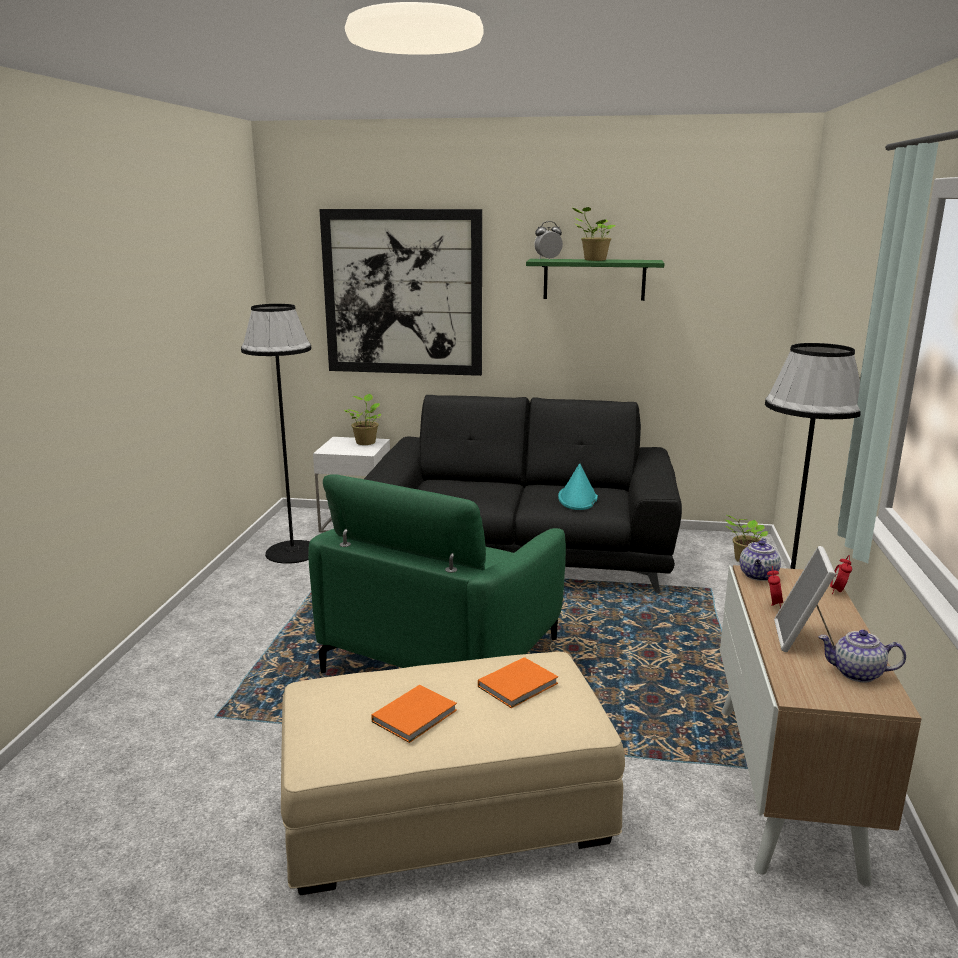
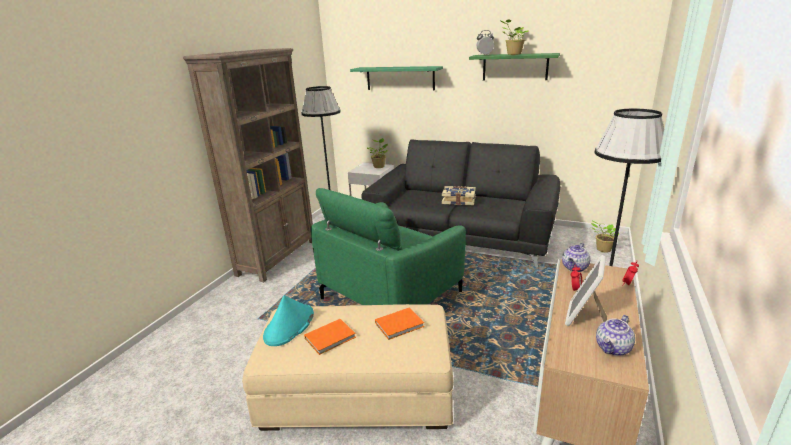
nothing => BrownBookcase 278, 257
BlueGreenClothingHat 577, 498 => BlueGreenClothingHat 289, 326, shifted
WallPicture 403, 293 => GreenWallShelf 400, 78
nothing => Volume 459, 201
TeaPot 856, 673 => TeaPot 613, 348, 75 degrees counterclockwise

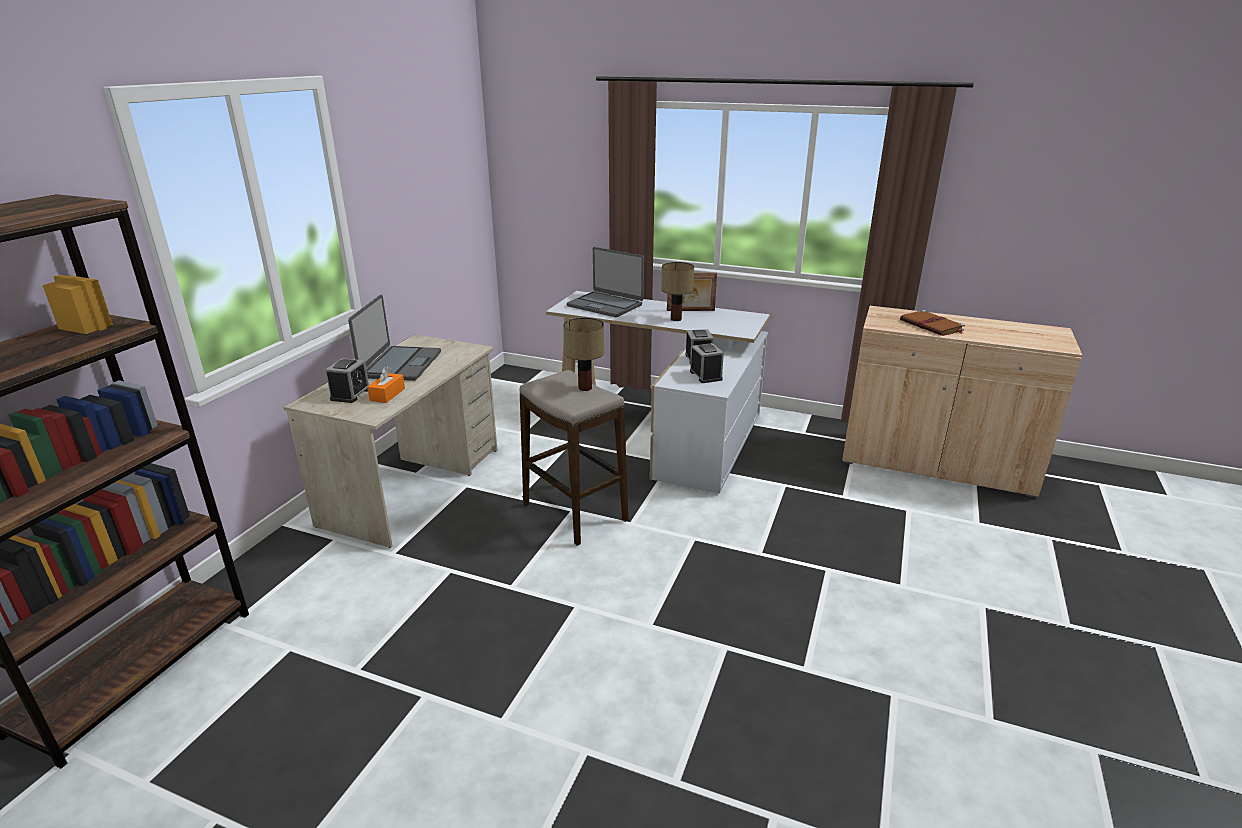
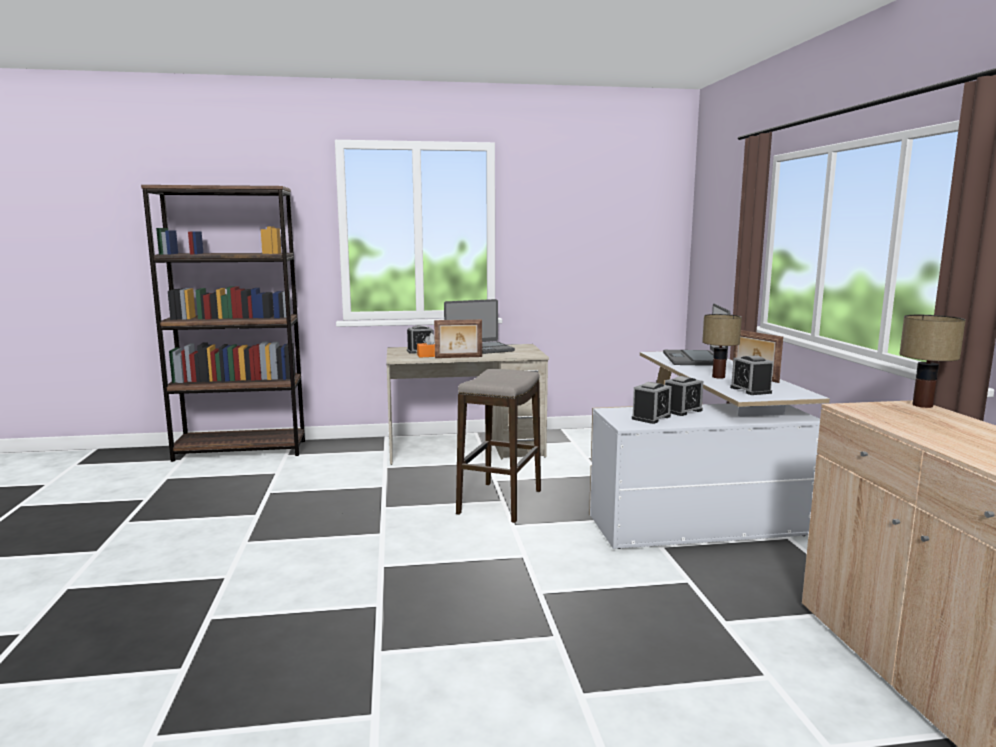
nothing => PhotoFrame 458, 357
nothing => BedsideClock 750, 390
TableLamp 585, 388 => TableLamp 922, 405, shifted
BrownVolume 932, 326 => nothing

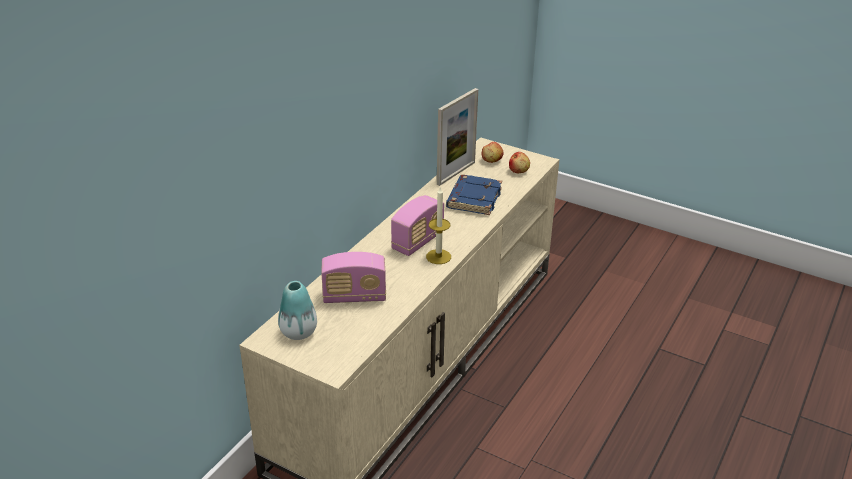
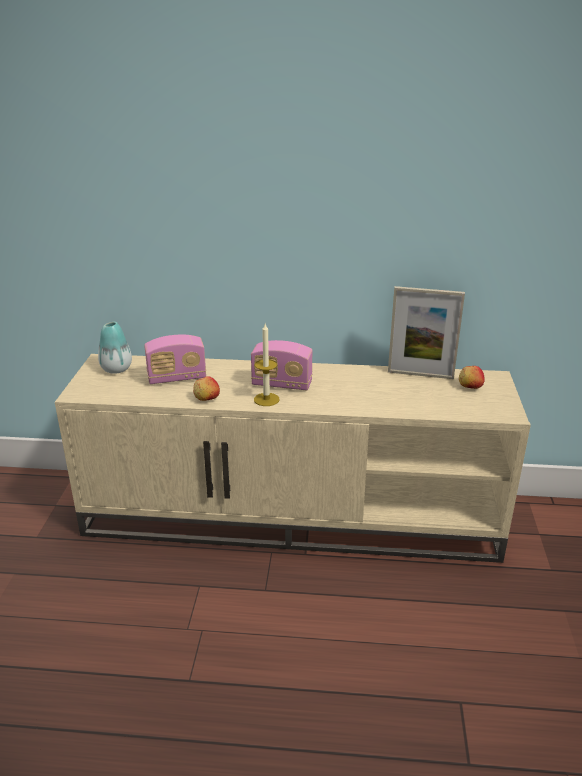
Radio 354, 297 => Radio 177, 378, 75 degrees counterclockwise
AppleFruit 519, 171 => AppleFruit 206, 398, shifted
BlueColouredVolume 473, 198 => nothing

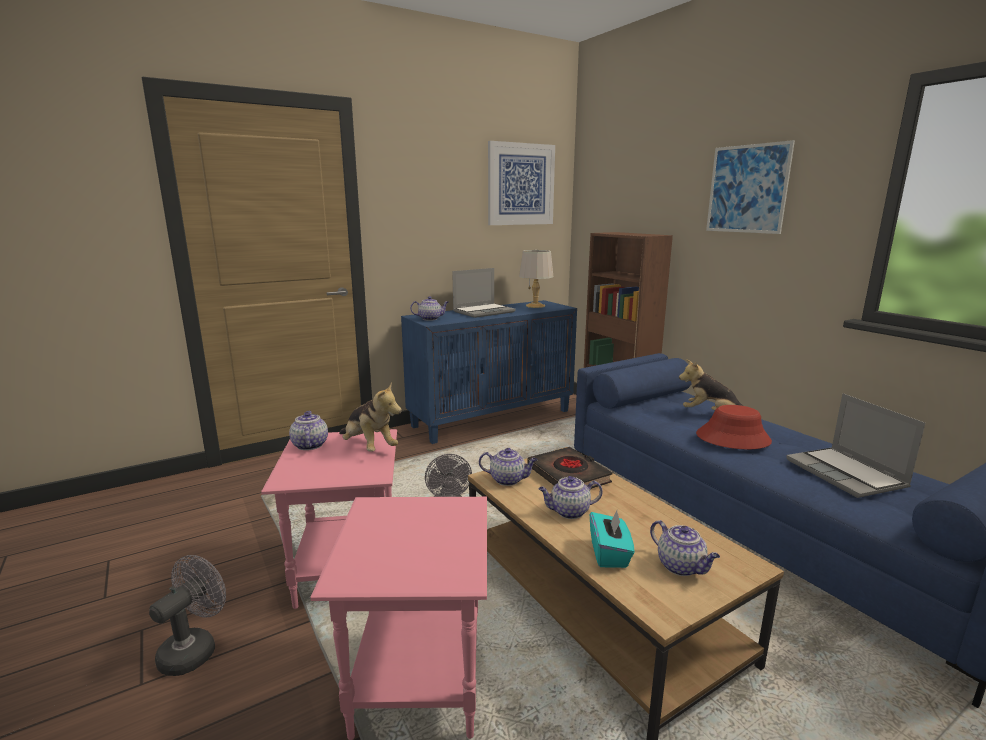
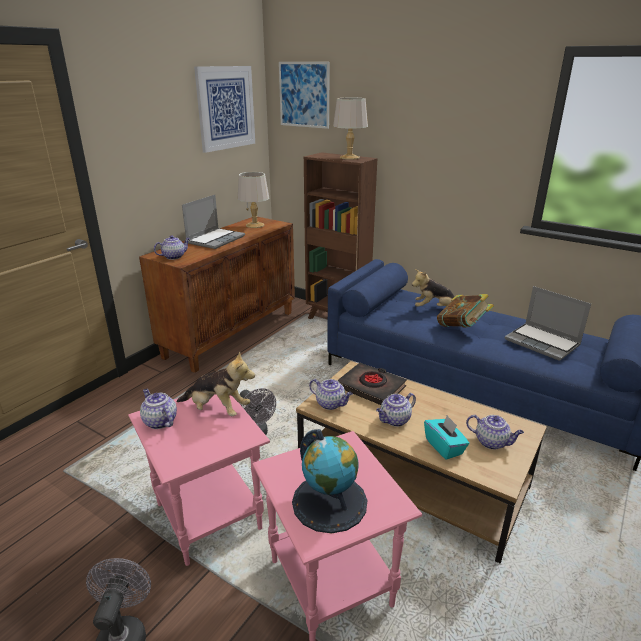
BlueColouredCabinet 492, 418 => BrownCabinet 231, 333
WallPicture 747, 189 => WallPicture 304, 95, shifted
nothing => WorldGlobe 330, 502
TeaPot 508, 480 => TeaPot 331, 404, 45 degrees clockwise
nothing => GreyTableLamp 349, 158
RedColouredClothingHat 733, 438 => Volume 462, 328

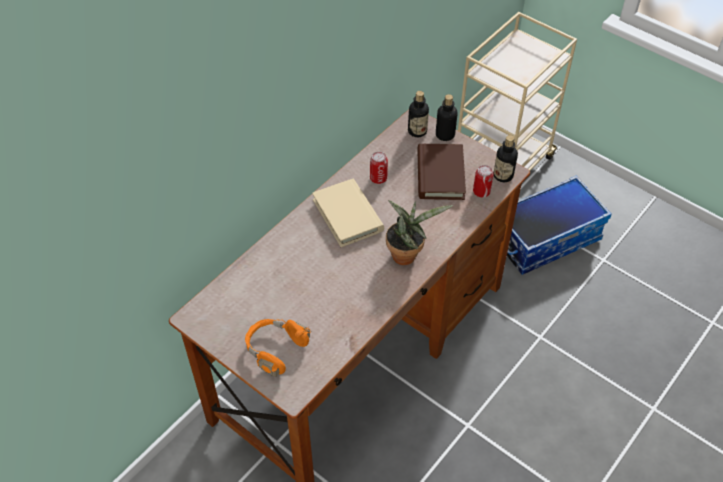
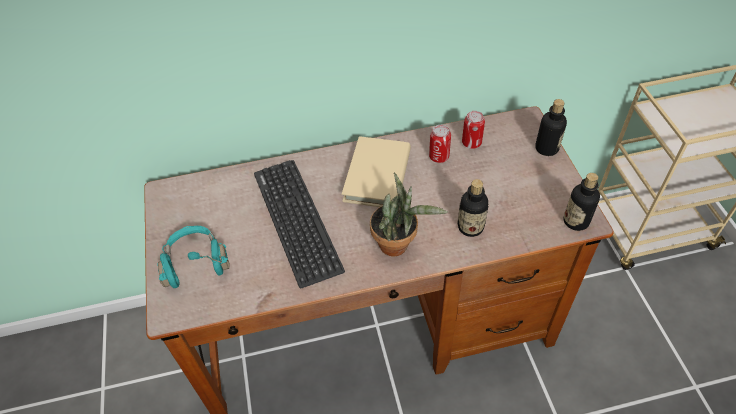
OrangeColouredHeadset 276, 350 => BlueGreenHeadset 195, 263
nothing => Keyboard 296, 220
DrinkBottle 417, 131 => DrinkBottle 470, 227, shifted
MetalCan 481, 192 => MetalCan 471, 143, shifted
BrownVolume 440, 174 => nothing
StorageContainer 545, 238 => nothing

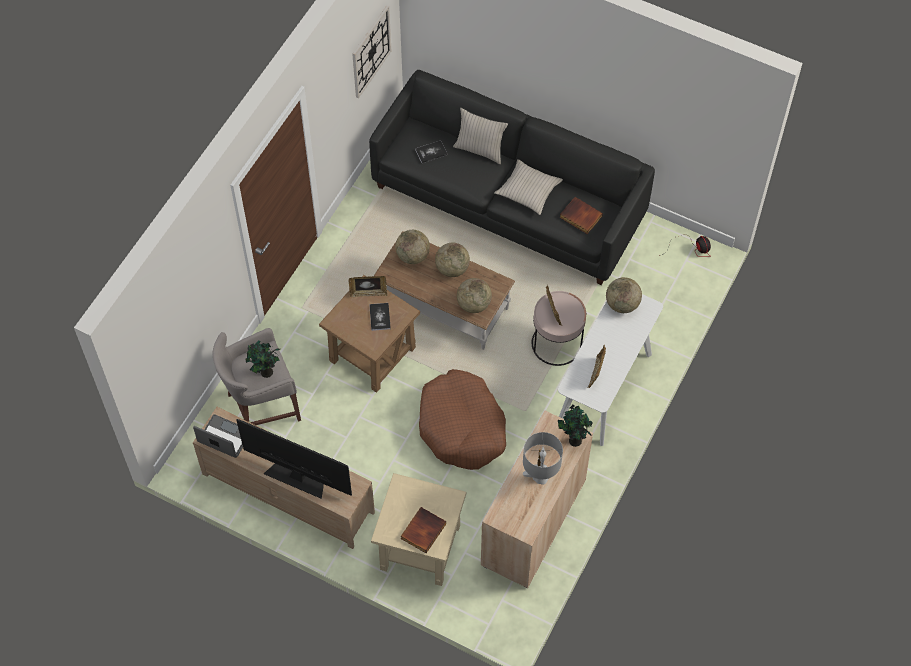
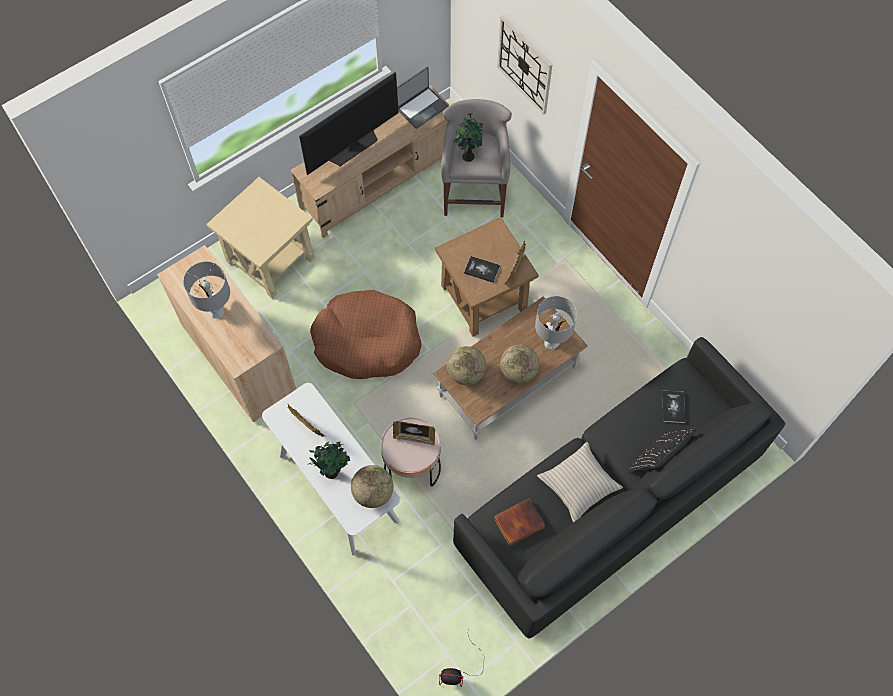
PottedPlant 574, 440 => PottedPlant 332, 471, shifted
HangingClock 371, 51 => HangingClock 524, 65, shifted
WorldGlobe 413, 256 => GreyTableLamp 551, 341
BeigeColouredThrowPillow 480, 149 => BlackishThrowPillow 657, 459
Volume 422, 530 => nothing

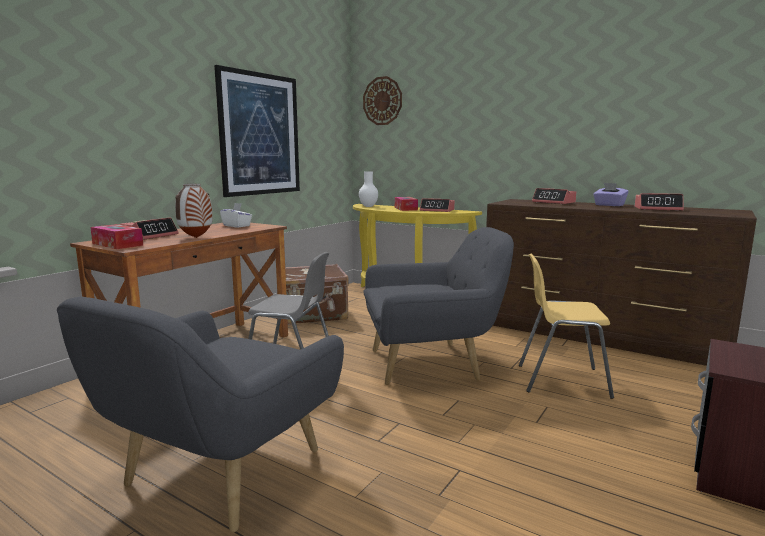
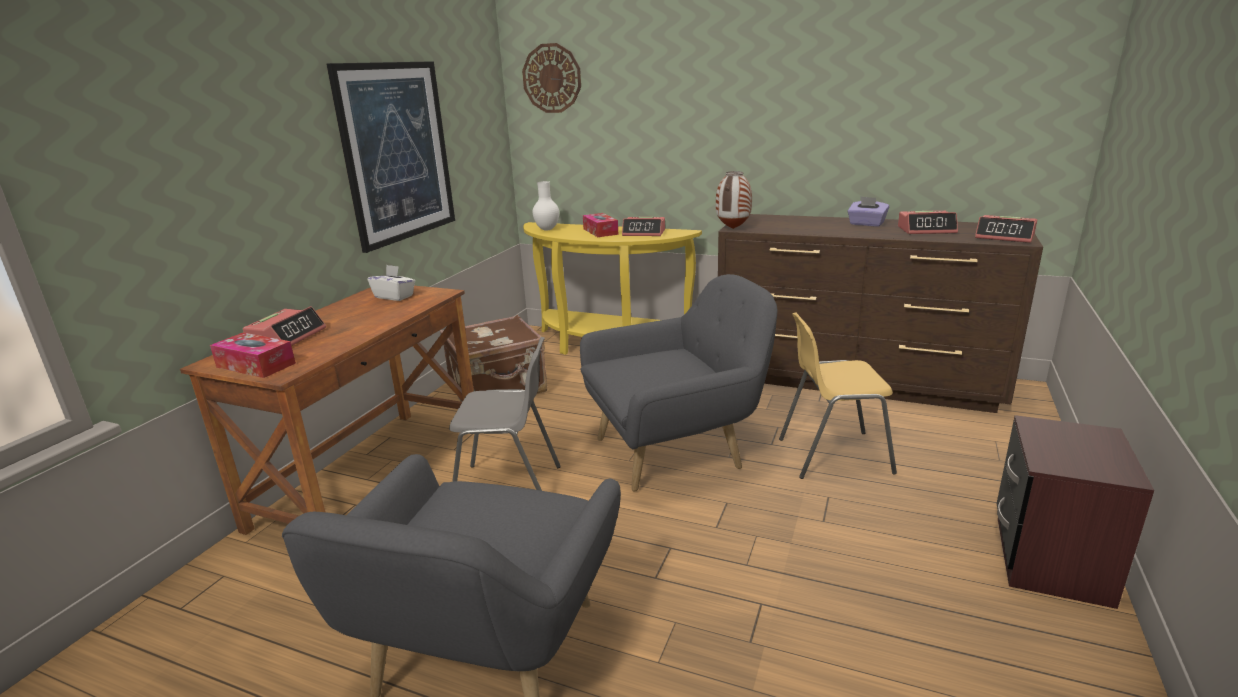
Vase 196, 238 => Vase 733, 228, shifted
BedsideClock 554, 202 => BedsideClock 1005, 237, shifted

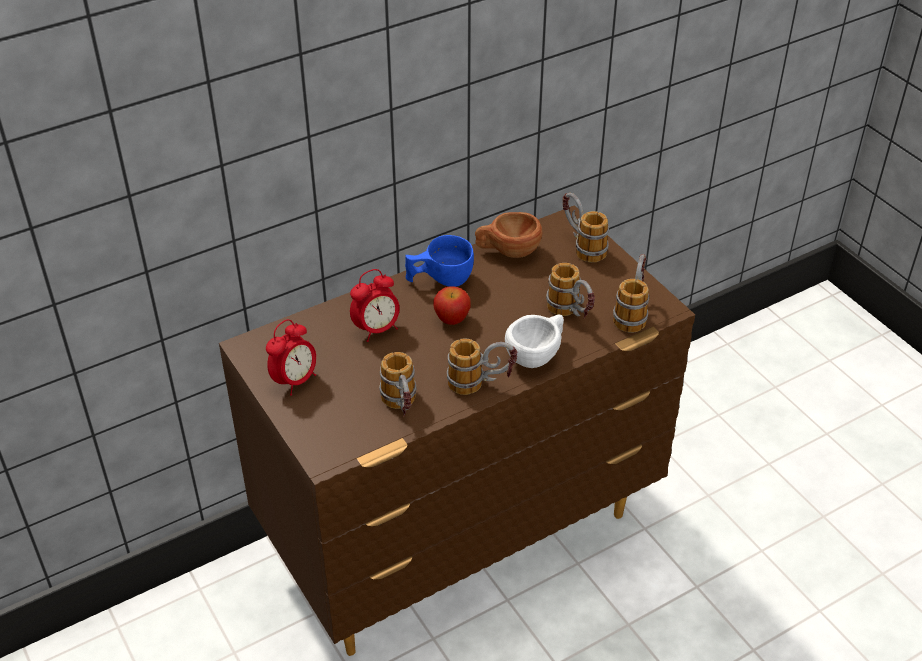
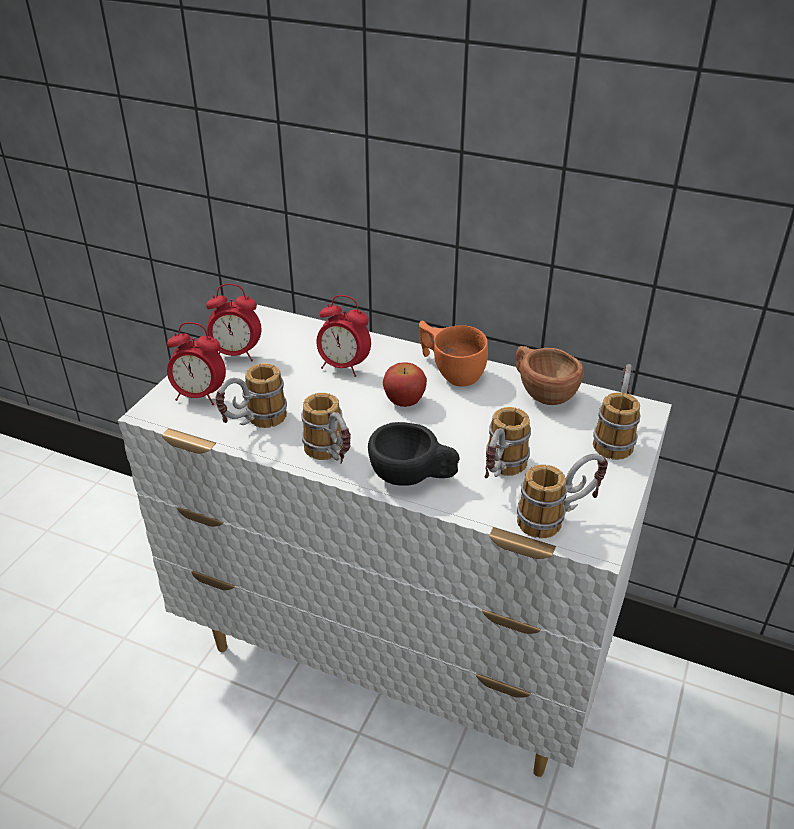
BrownDrawerChest 463, 538 => WhitishDrawerChest 400, 658
nothing => BedsideClock 199, 396
WhitishDrinkingCup 537, 354 => BlackishDrinkingCup 413, 477
BlueColouredDrinkingCup 439, 279 => OrangeColouredDrinkingCup 450, 371

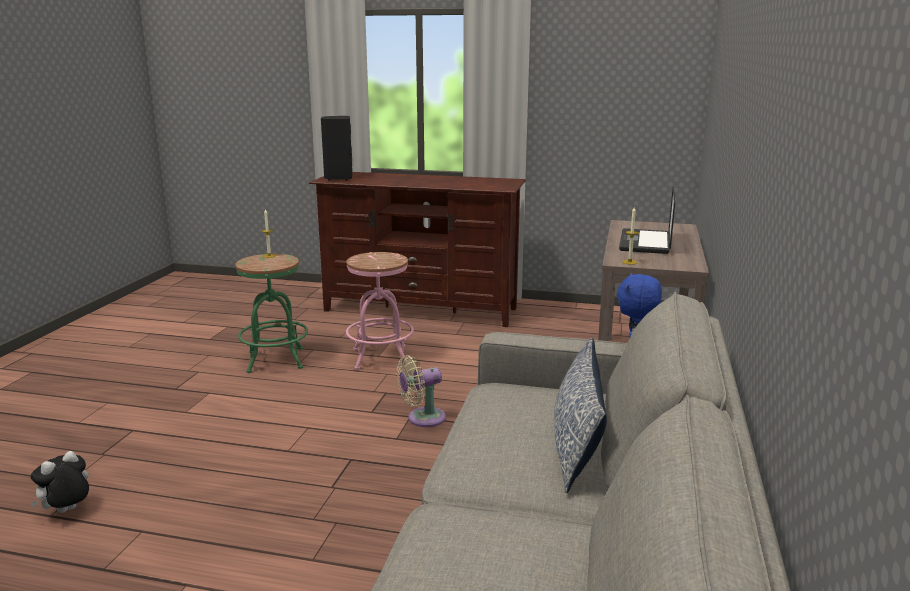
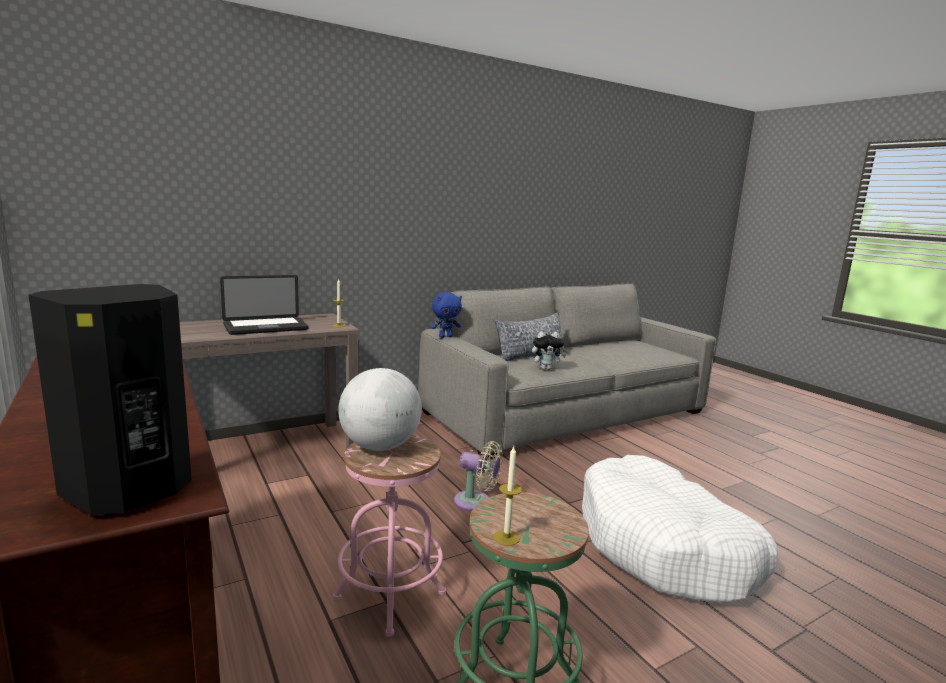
nothing => WorldGlobe 379, 446
SoftToy 67, 512 => SoftToy 546, 368, shifted
nothing => WhitishDogCushion 665, 547

